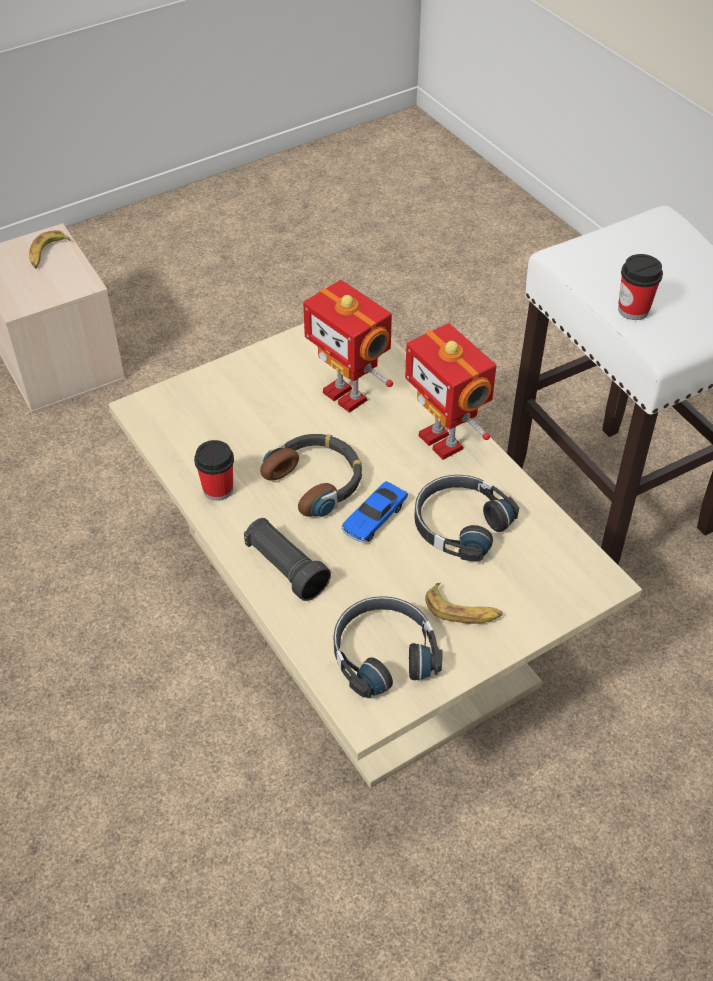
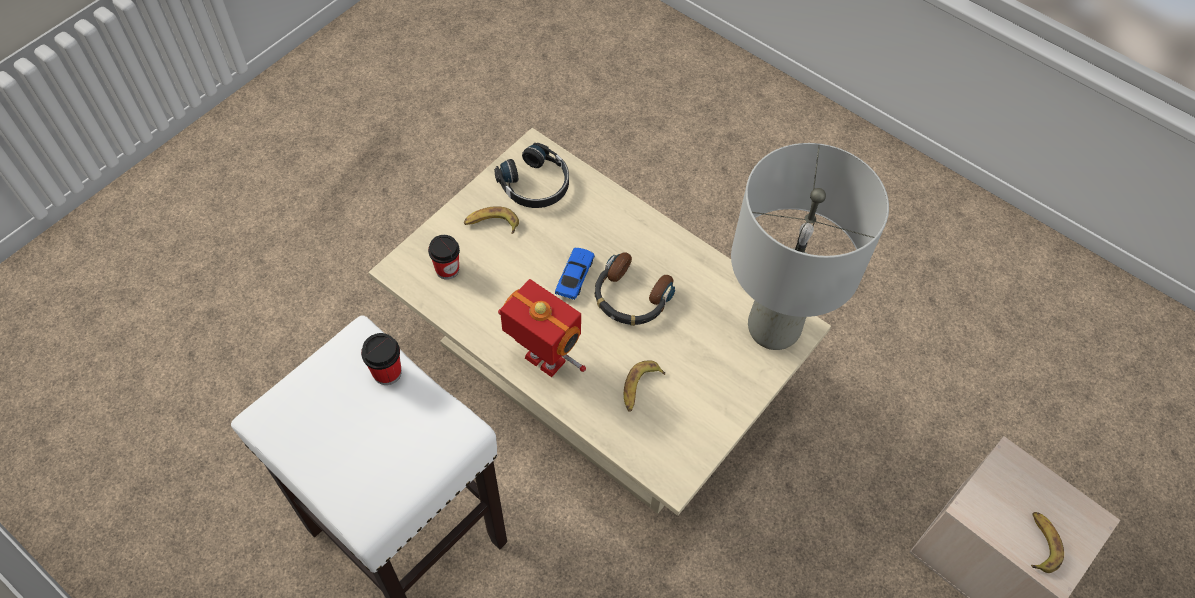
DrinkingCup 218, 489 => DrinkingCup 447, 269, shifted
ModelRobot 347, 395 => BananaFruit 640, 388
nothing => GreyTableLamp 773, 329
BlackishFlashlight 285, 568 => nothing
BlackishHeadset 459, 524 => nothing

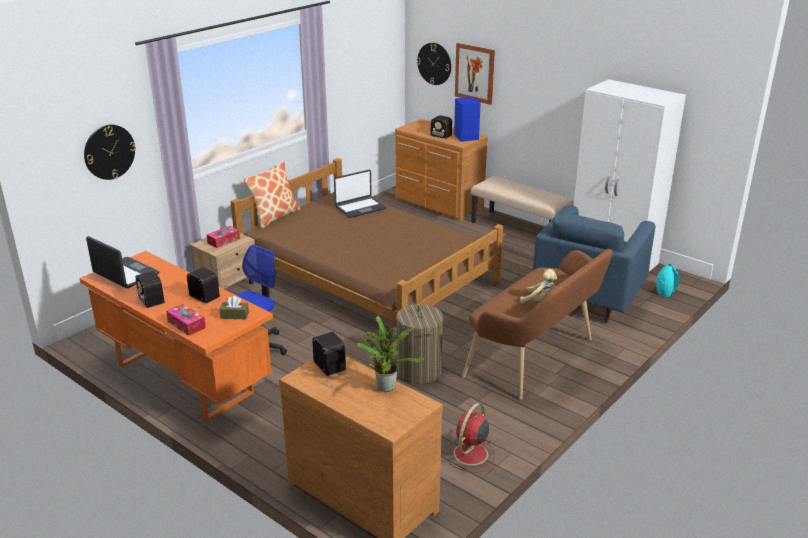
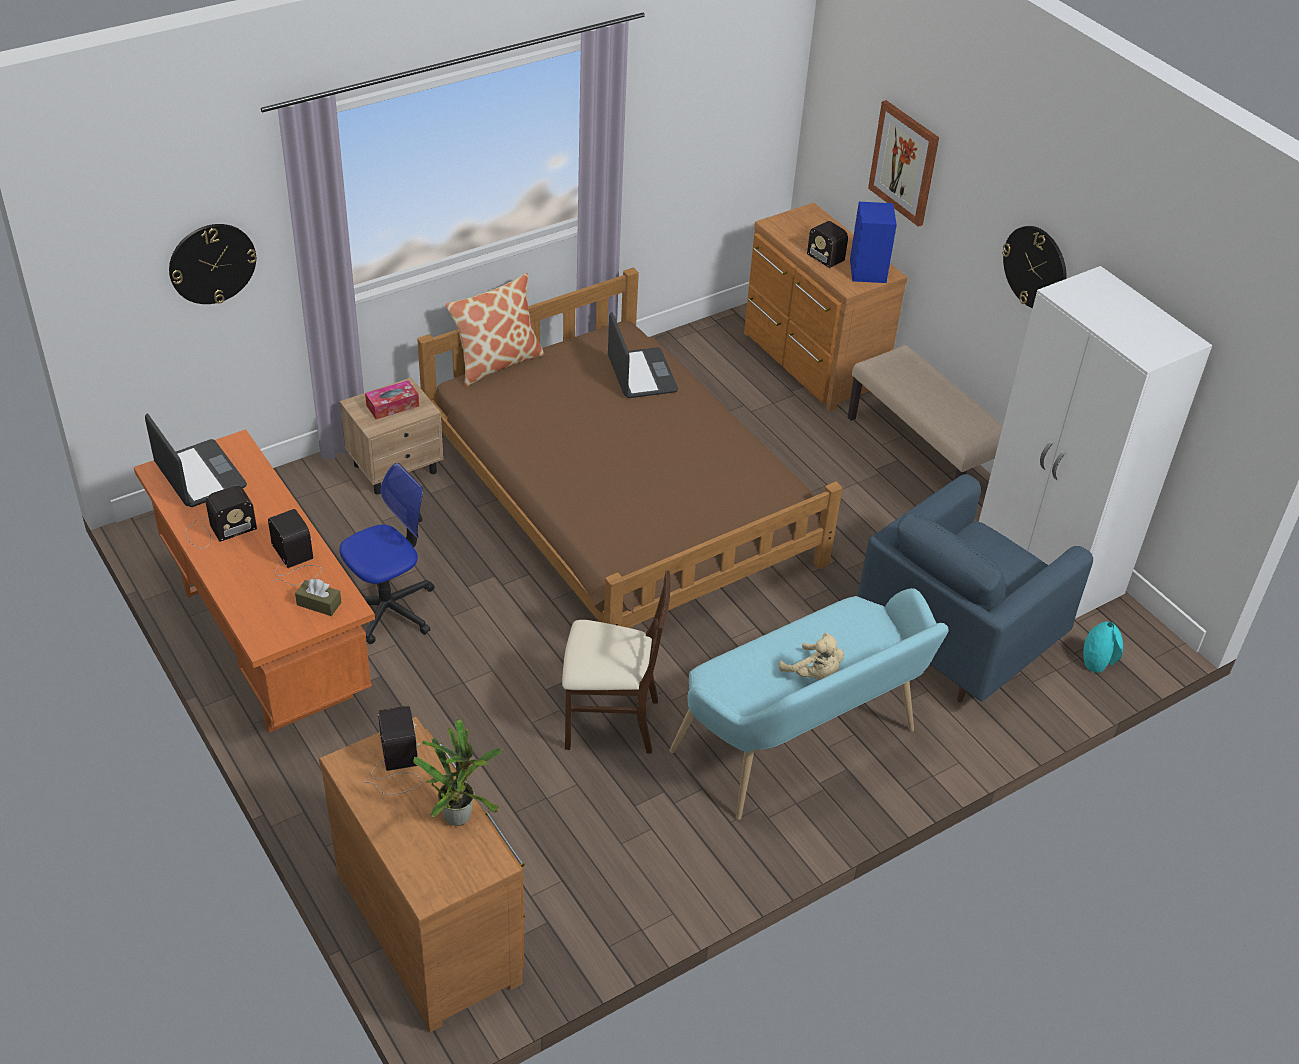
Radio 150, 295 => Radio 218, 530, 105 degrees counterclockwise
WashingBasket 419, 371 => BeigeColouredUprightChair 610, 721
Laptop 360, 208 => Laptop 641, 374, 90 degrees counterclockwise
BrownIndoorBench 536, 359 => BlueGreenIndoorBench 802, 747
HangingClock 434, 63 => HangingClock 1035, 267, shifted
TissueHolder 186, 324 => nothing
RedColouredCoolingFan 470, 455 => nothing

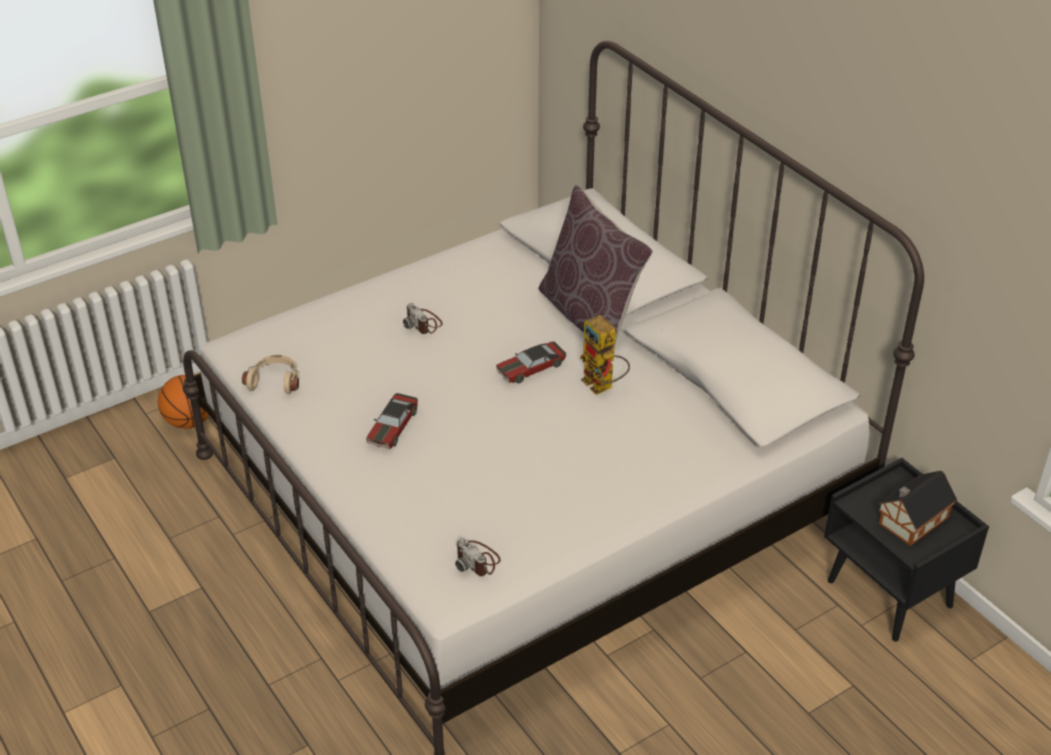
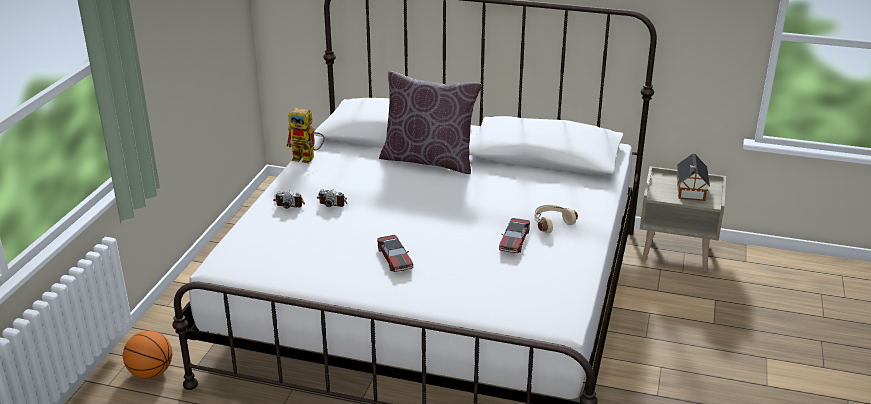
PhotoCamera 477, 560 => PhotoCamera 290, 203, shifted
ModelRobot 603, 386 => ModelRobot 308, 158, shifted
MiniatureCar 530, 368 => MiniatureCar 514, 241, shifted
BeigeColouredHeadset 275, 381 => BeigeColouredHeadset 551, 223, shifted
BlackishNightTable 891, 594 => BeigeColouredNightTable 676, 252

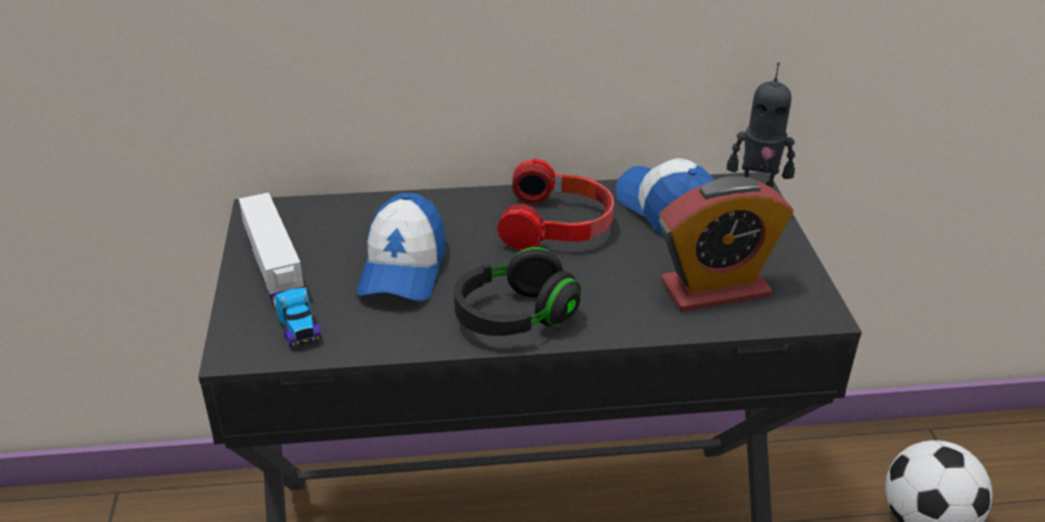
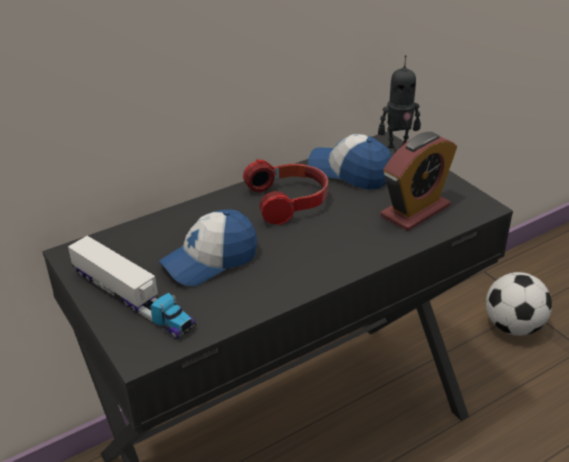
PeakedCap 403, 268 => PeakedCap 210, 260, 75 degrees clockwise
BlackishHeadset 514, 316 => nothing

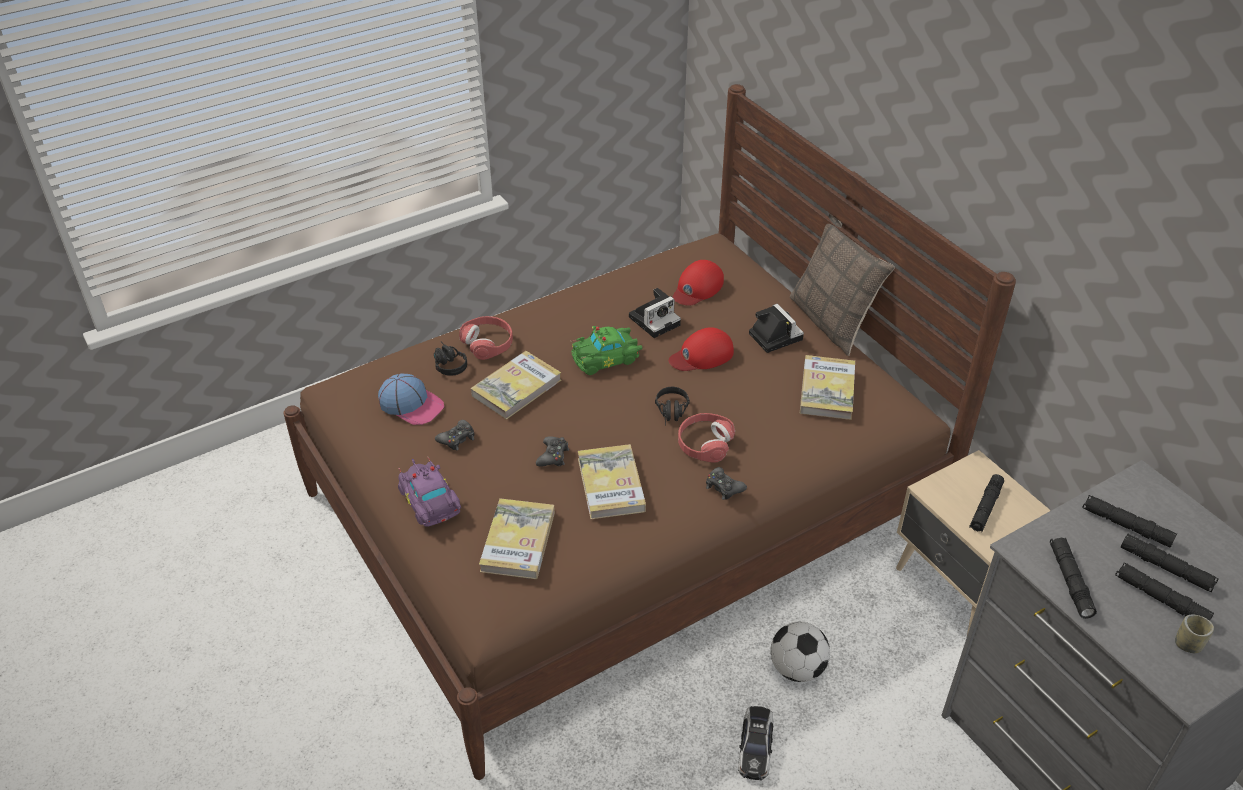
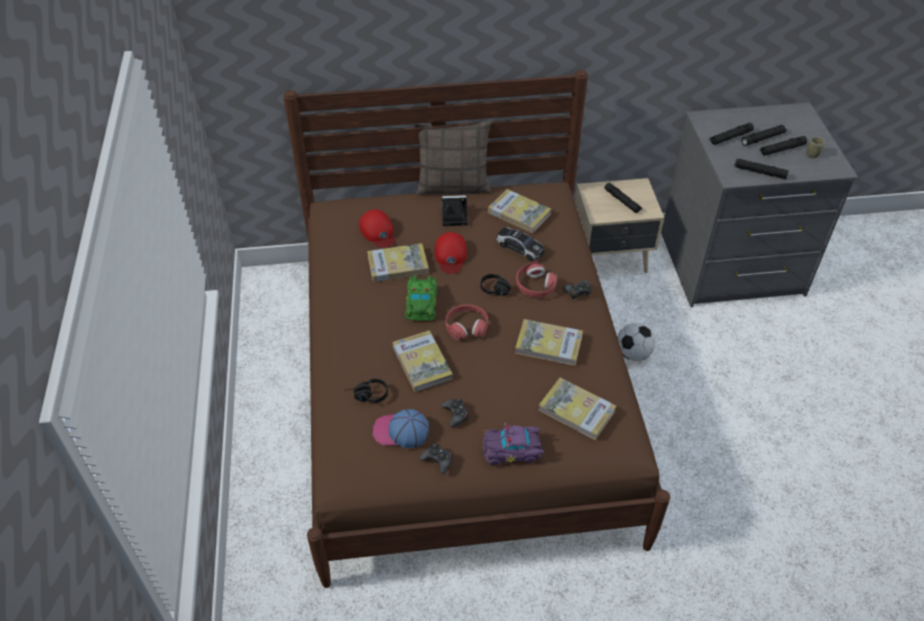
PhotoCamera 655, 320 => Volume 398, 265
PeakedCap 411, 405 => PeakedCap 401, 432, 135 degrees counterclockwise
BlackishGameController 553, 456 => BlackishGameController 438, 460, shifted
RedColouredHeadset 488, 343 => RedColouredHeadset 466, 326, shifted
MiniatureCar 755, 747 => MiniatureCar 520, 248, shifted

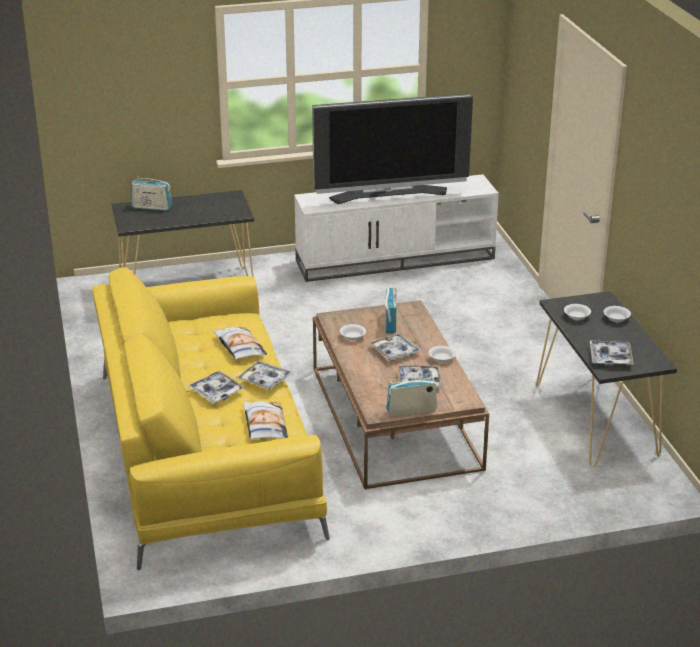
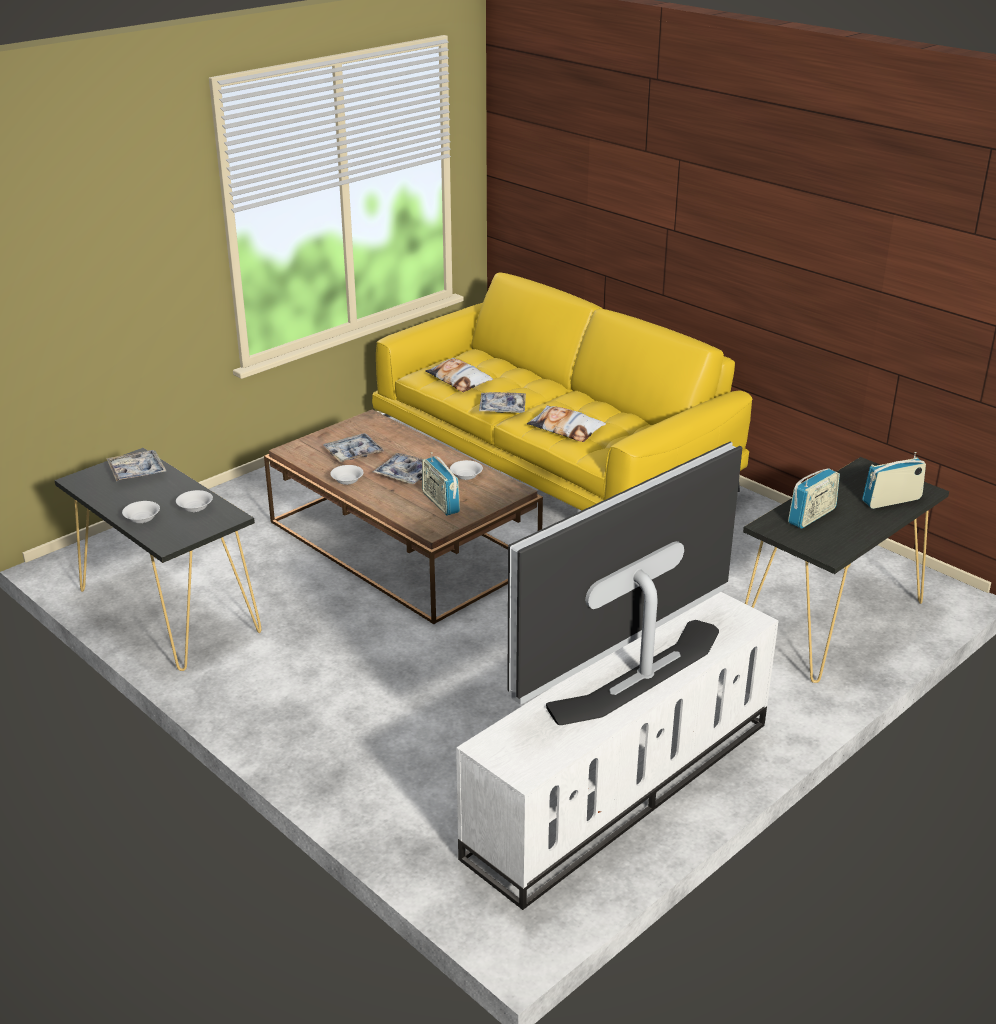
Radio 411, 410 => Radio 812, 516, shifted
ServingTray 216, 392 => nothing

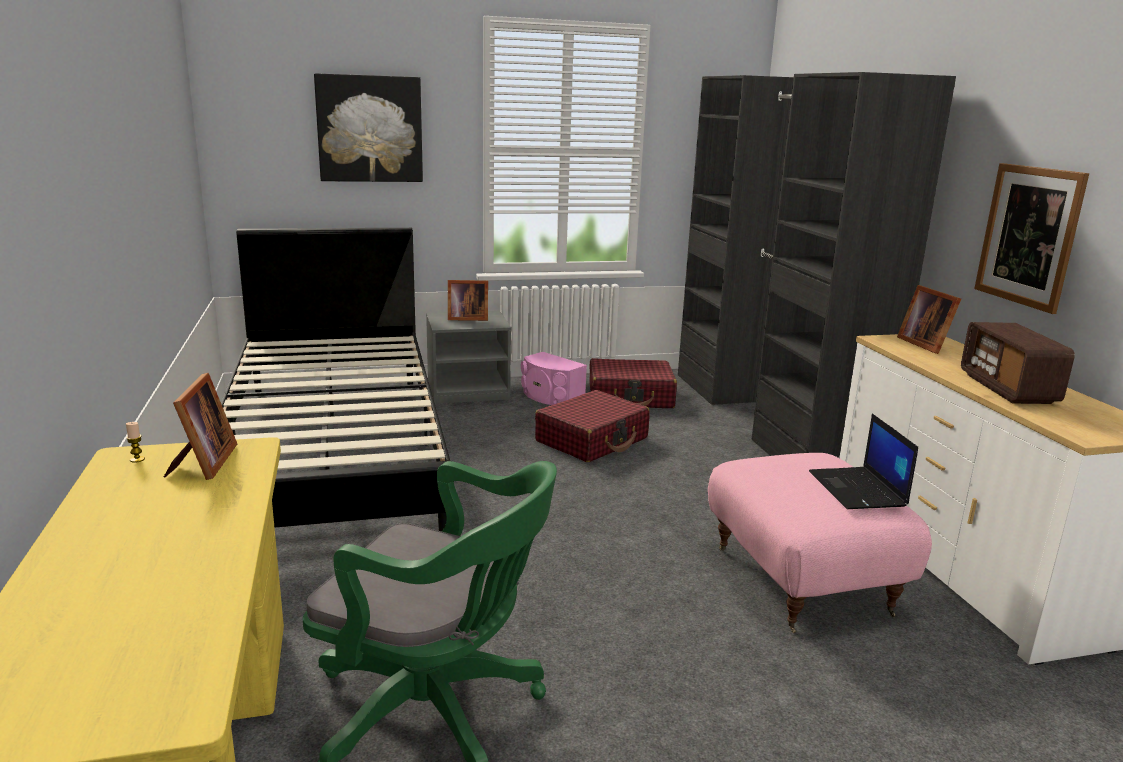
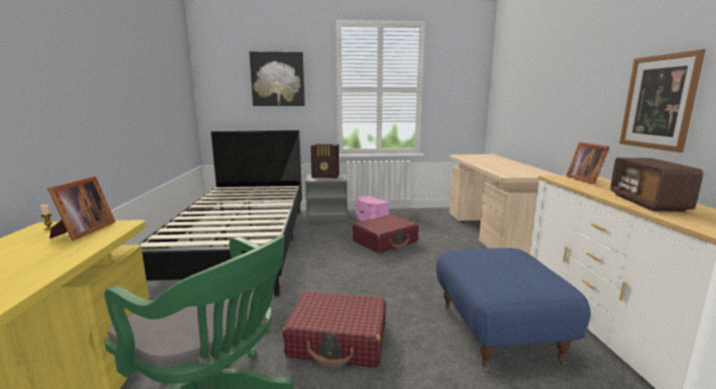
RedColouredPieceOfLuggage 631, 397 => RedColouredPieceOfLuggage 338, 340, shifted
PhotoFrame 466, 318 => Radio 326, 176
PinkColouredOttoman 804, 580 => BlueColouredOttoman 499, 333
BlackishClothesCupboard 766, 419 => BeigeColouredDesk 491, 234
Laptop 858, 489 => nothing

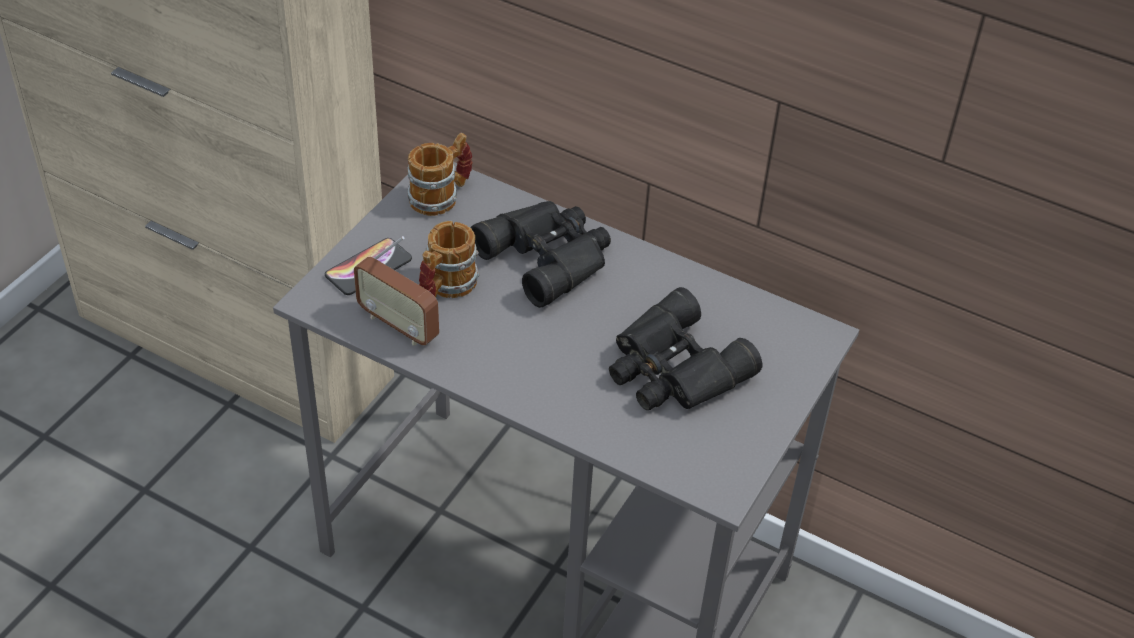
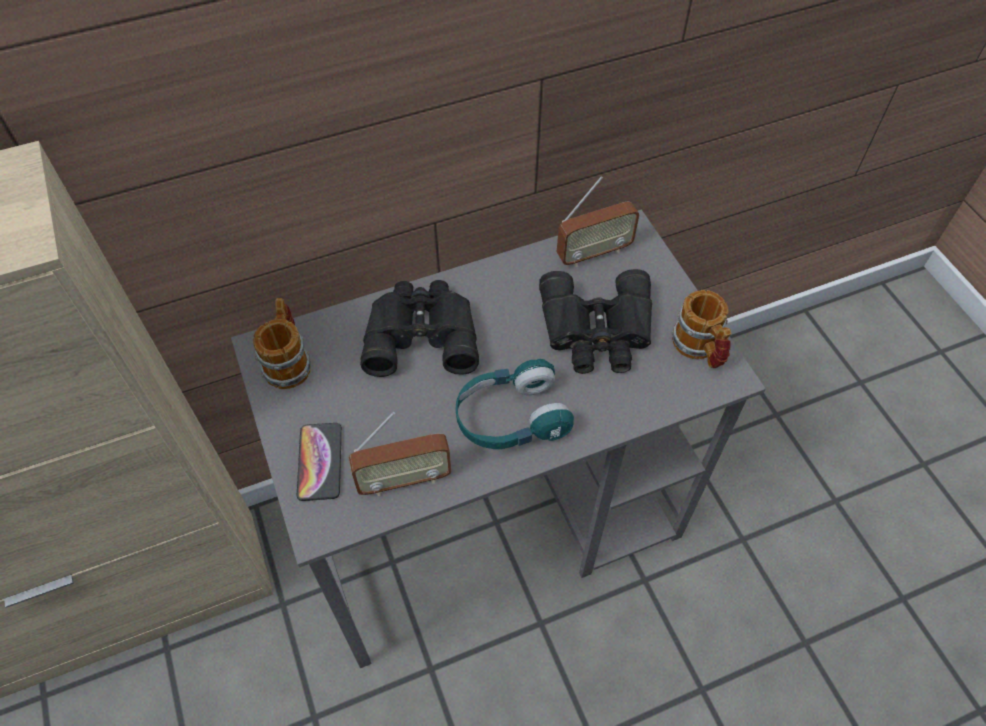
nothing => BlueGreenHeadset 510, 418
nothing => Radio 593, 253
CoffeeMug 445, 288 => CoffeeMug 699, 349, shifted

